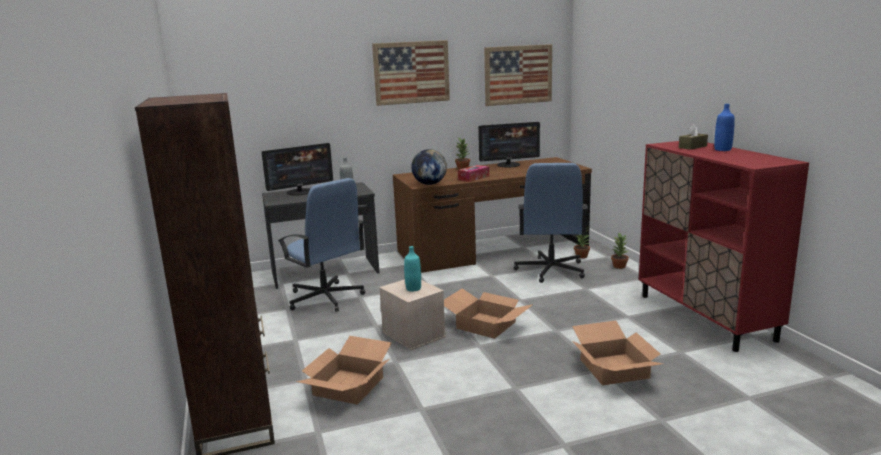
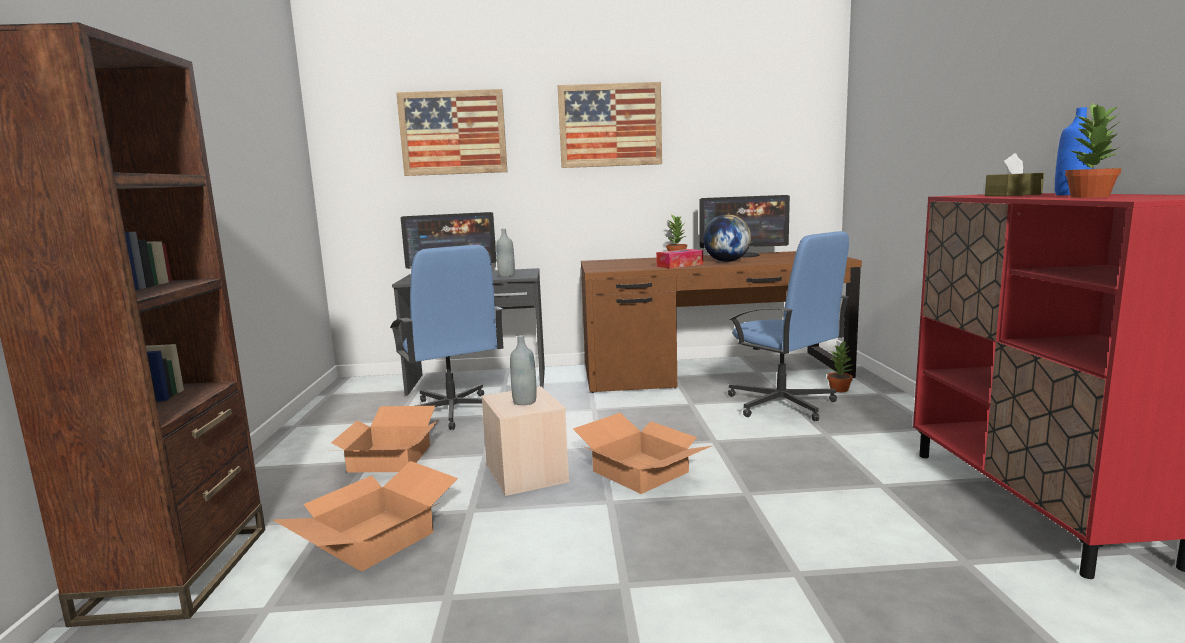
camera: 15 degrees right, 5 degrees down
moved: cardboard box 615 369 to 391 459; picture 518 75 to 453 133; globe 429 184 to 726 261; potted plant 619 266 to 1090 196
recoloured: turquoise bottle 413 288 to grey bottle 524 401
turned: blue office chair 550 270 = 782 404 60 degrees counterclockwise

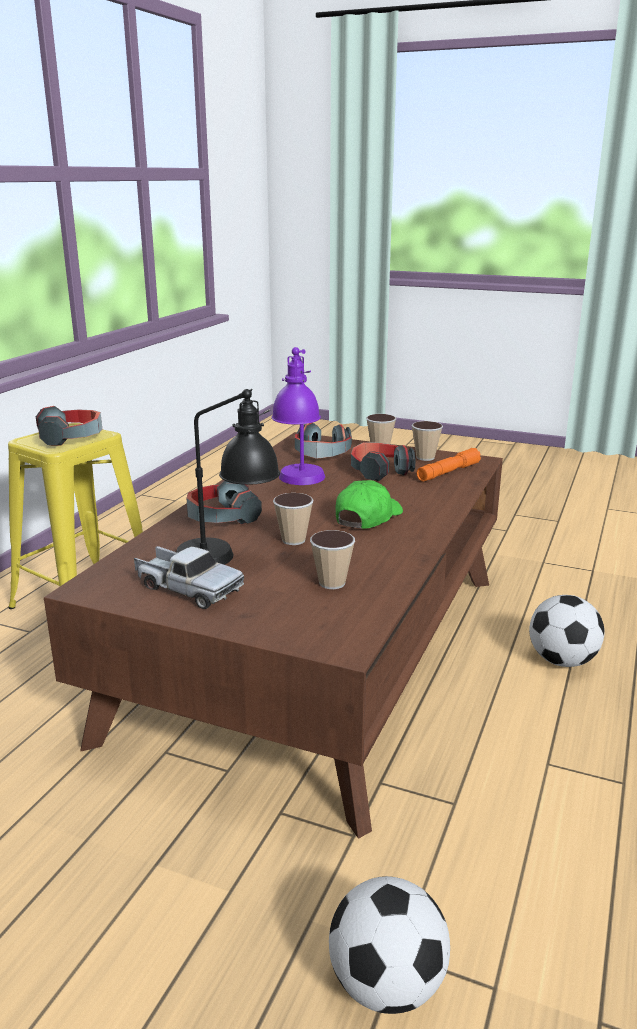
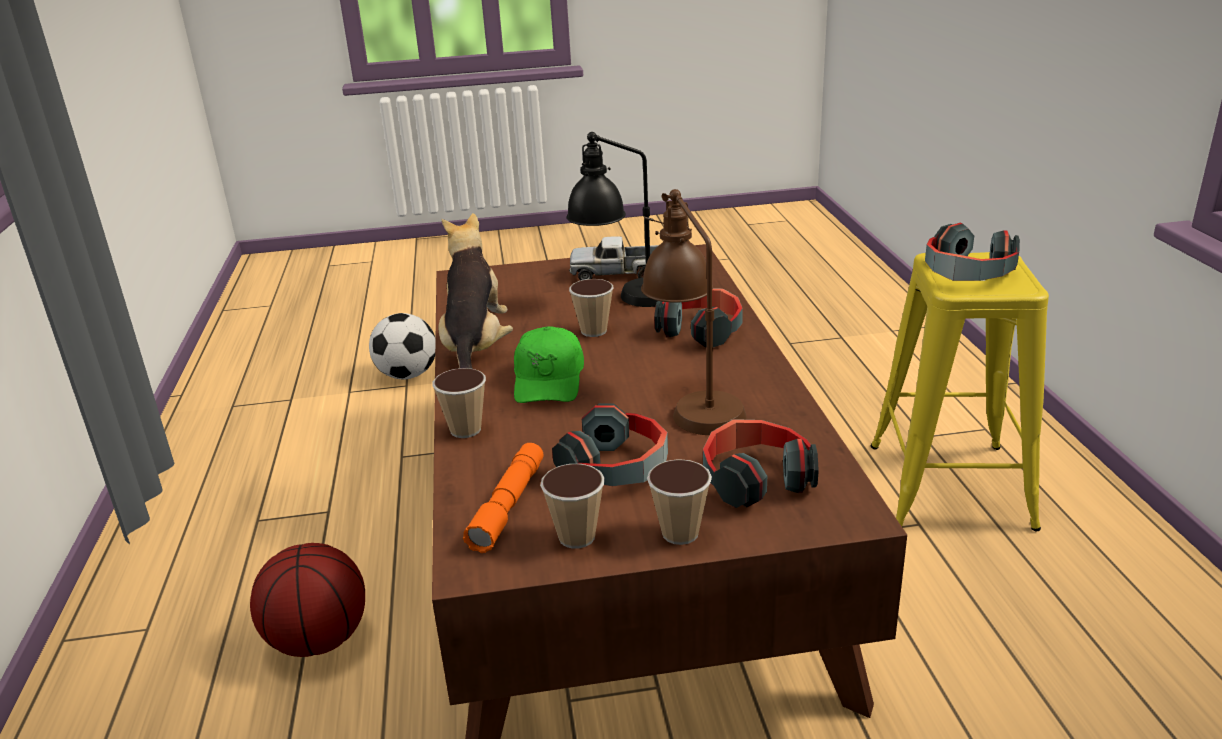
camera: 150 degrees right, 5 degrees up
added: plush toy 476 348
moved: cup 332 583 to 465 430
replaced: football 562 660 to basketball 318 641
recoloured: purple table lamp 300 484 to brown table lamp 692 402

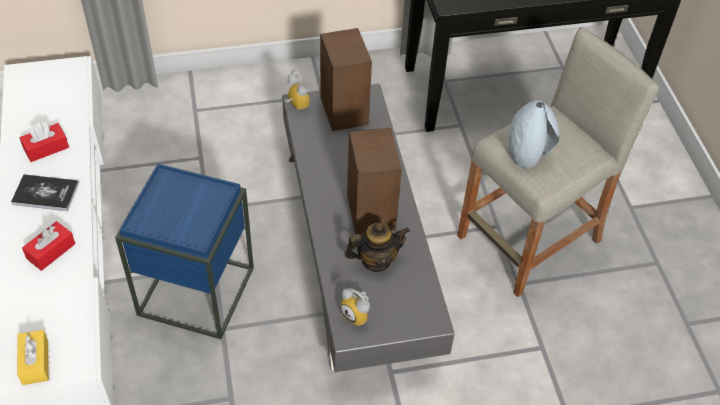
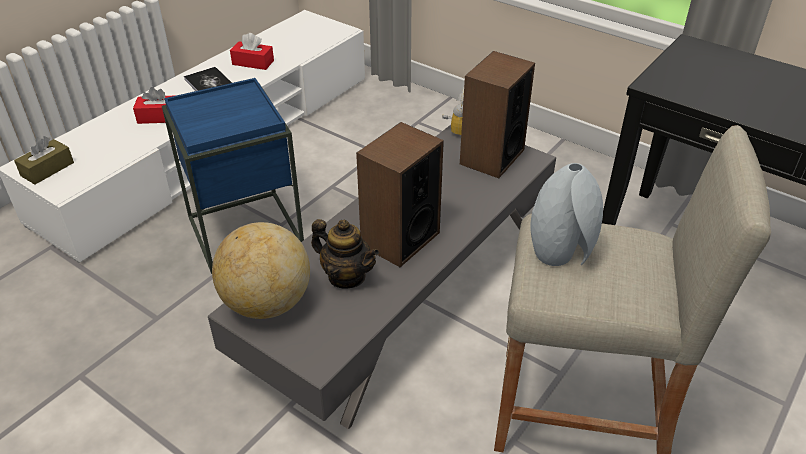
camera: 50 degrees right, 10 degrees down
replaced: alarm clock 357 315 to globe 267 304
recoloured: yellow tissue box 35 362 to brown tissue box 47 169

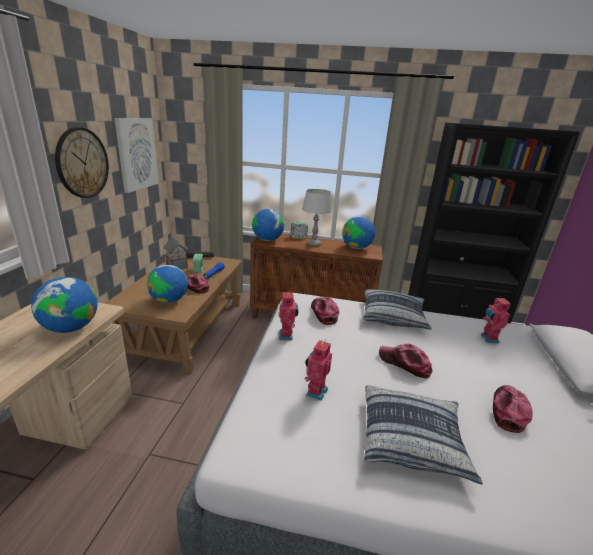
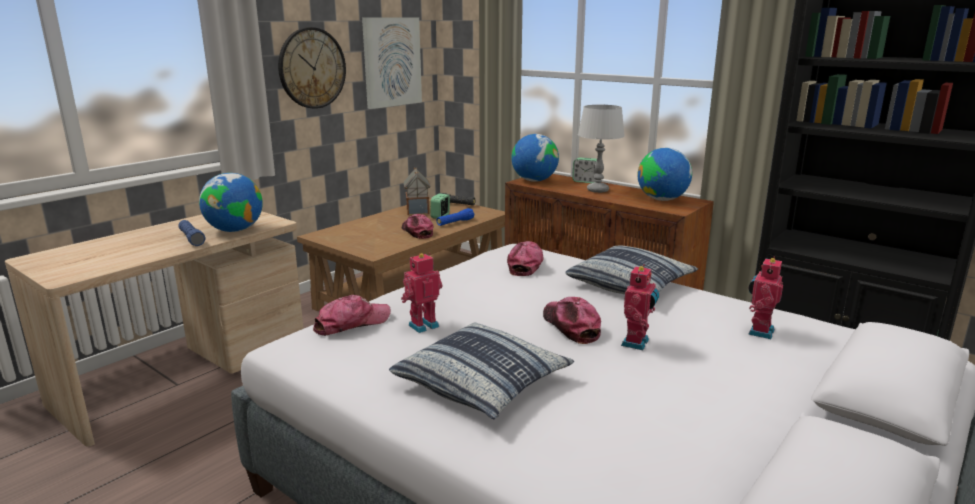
camera: 30 degrees right, 5 degrees down
removed: globe 169 300
added: blue flashlight 191 239
moved: cap 508 410 to 352 323; toy robot 287 335 to 637 343

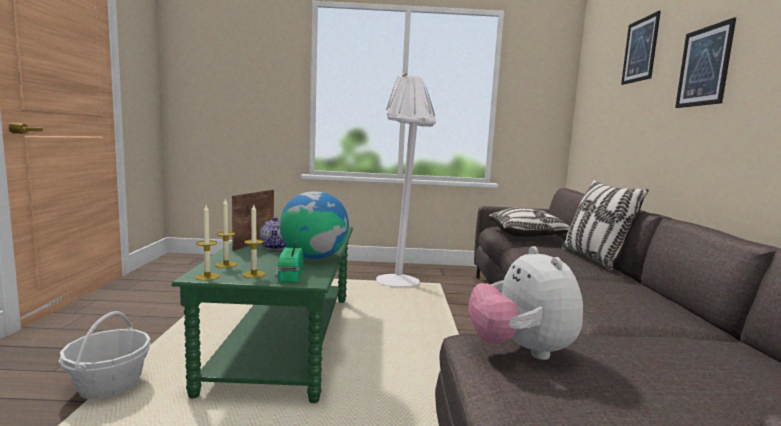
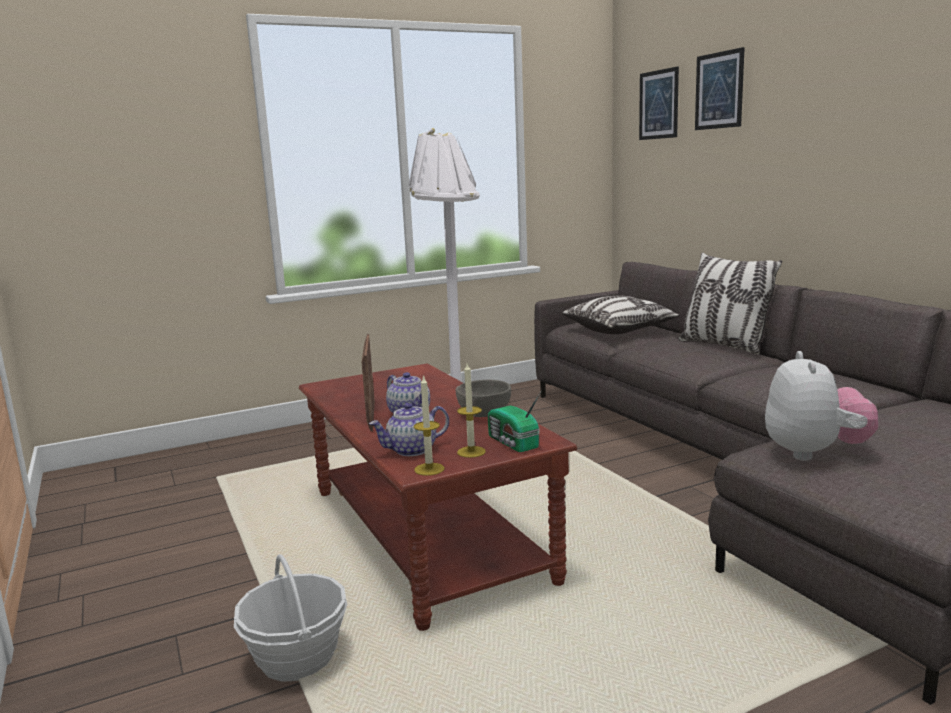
camera: 25 degrees left, 5 degrees up
moved: picture 704 66 to 658 104
replaced: candle 226 265 to teapot 411 450; globe 314 257 to grey bowl 483 414
recoloured: green coffee table 284 339 to brown coffee table 426 534
turned: plush toy 520 351 = 814 453 135 degrees counterclockwise

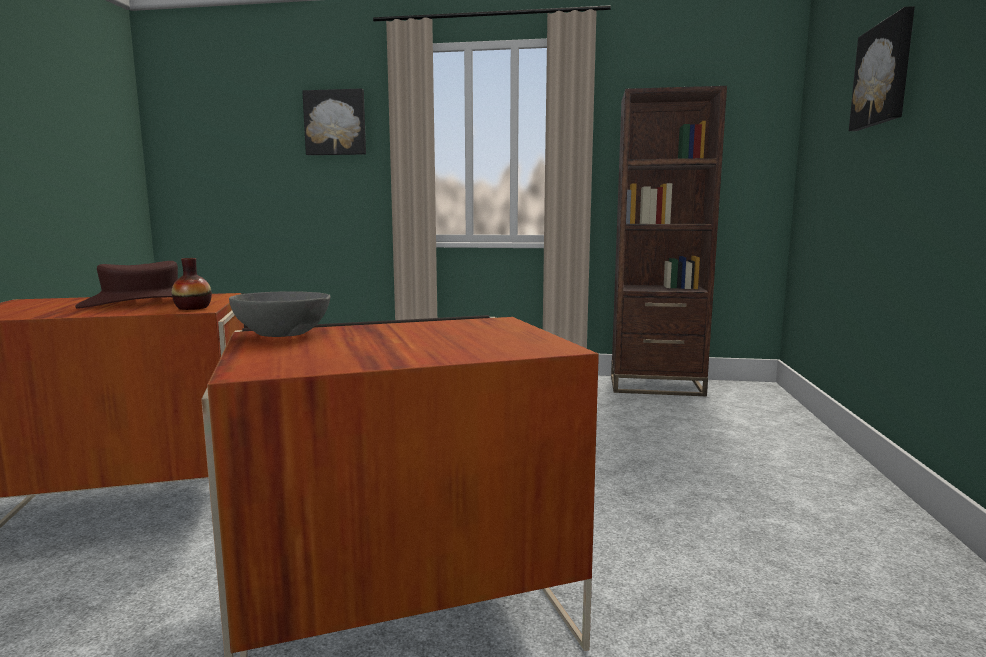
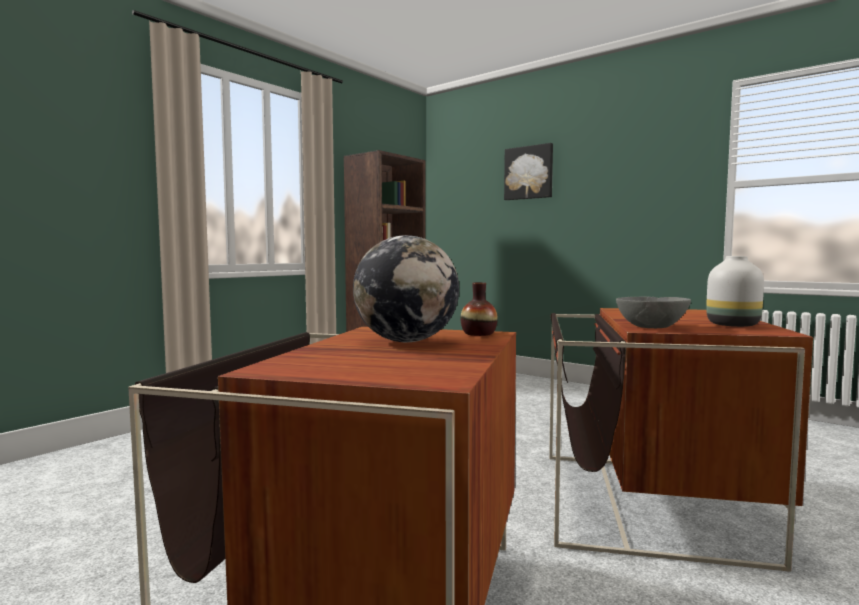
camera: 60 degrees left, 5 degrees down
removed: picture 335 123
added: white vase 732 325
replaced: brown hat 142 303 to globe 406 341

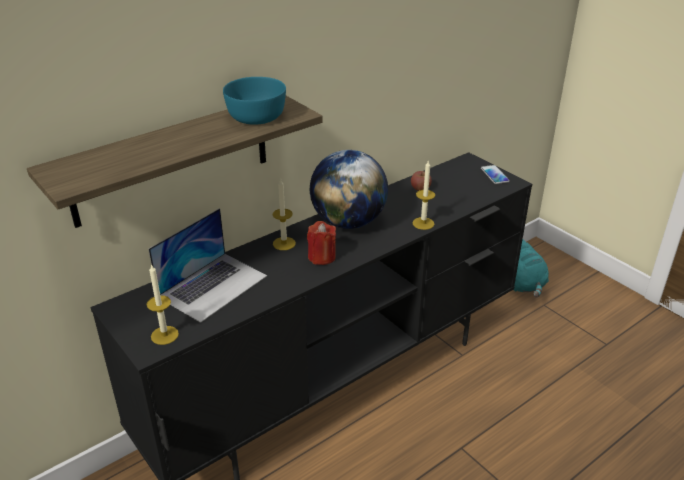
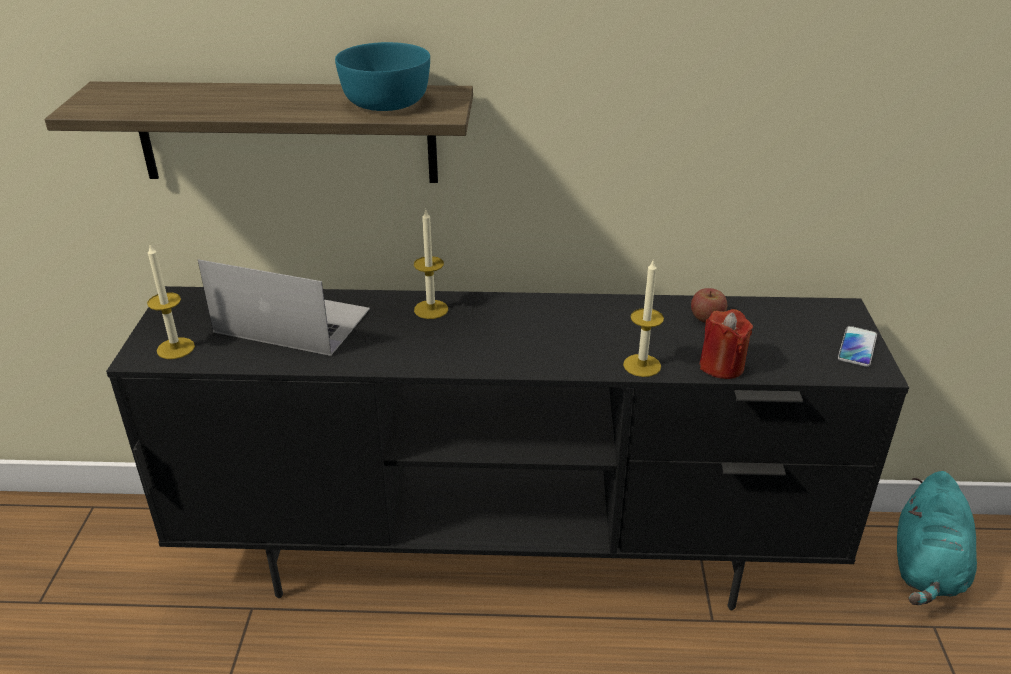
camera: 40 degrees right, 0 degrees up
removed: globe 348 222
moved: red candle 321 257 to 721 366
turned: laptop 213 286 = 292 320 150 degrees counterclockwise

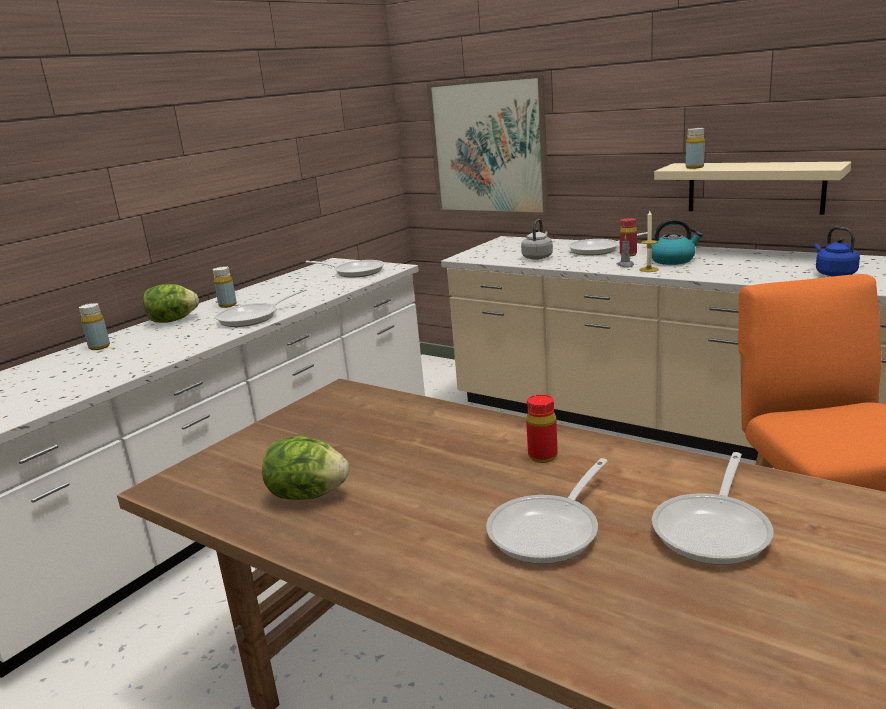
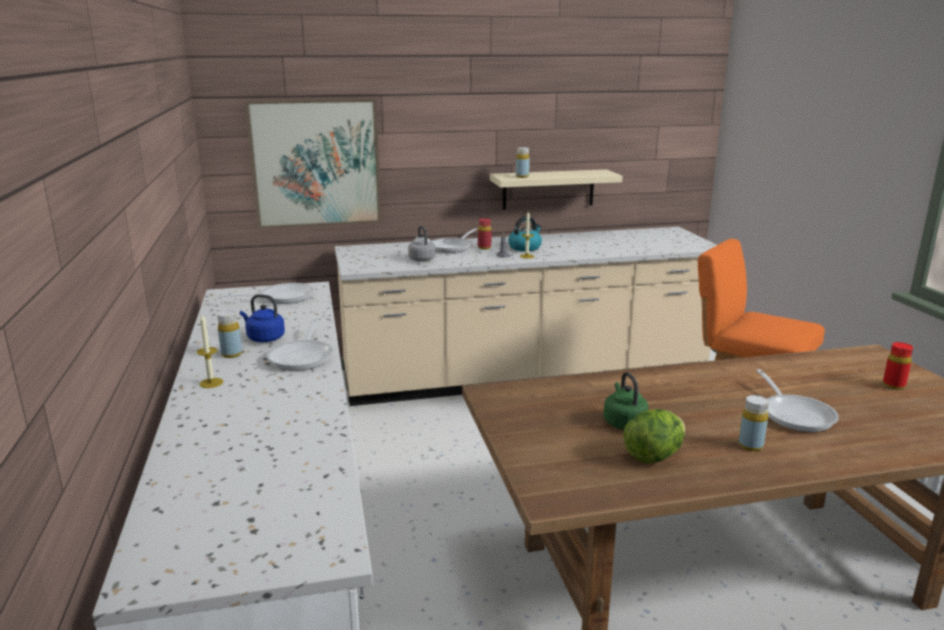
camera: 50 degrees left, 0 degrees up
removed: frying pan 714 529
added: green kettle 623 422
moved: blue kettle 834 274 to 264 338; yellow bottle 99 347 to 750 445; red bottle 542 456 to 893 385
replaced: lettuce 173 321 to candle 211 383

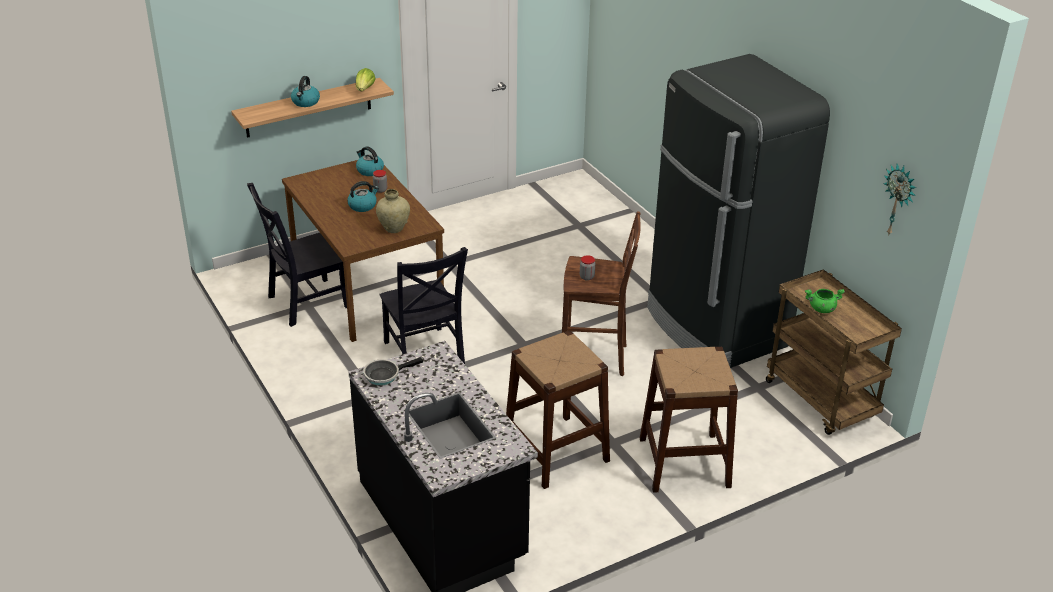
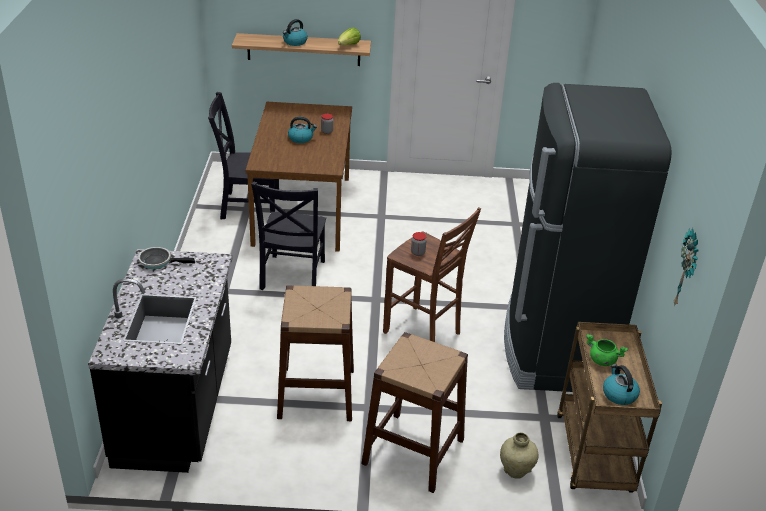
camera: 30 degrees right, 0 degrees up
moved: beige vase 394 228 to 516 471; kettle 369 170 to 619 394

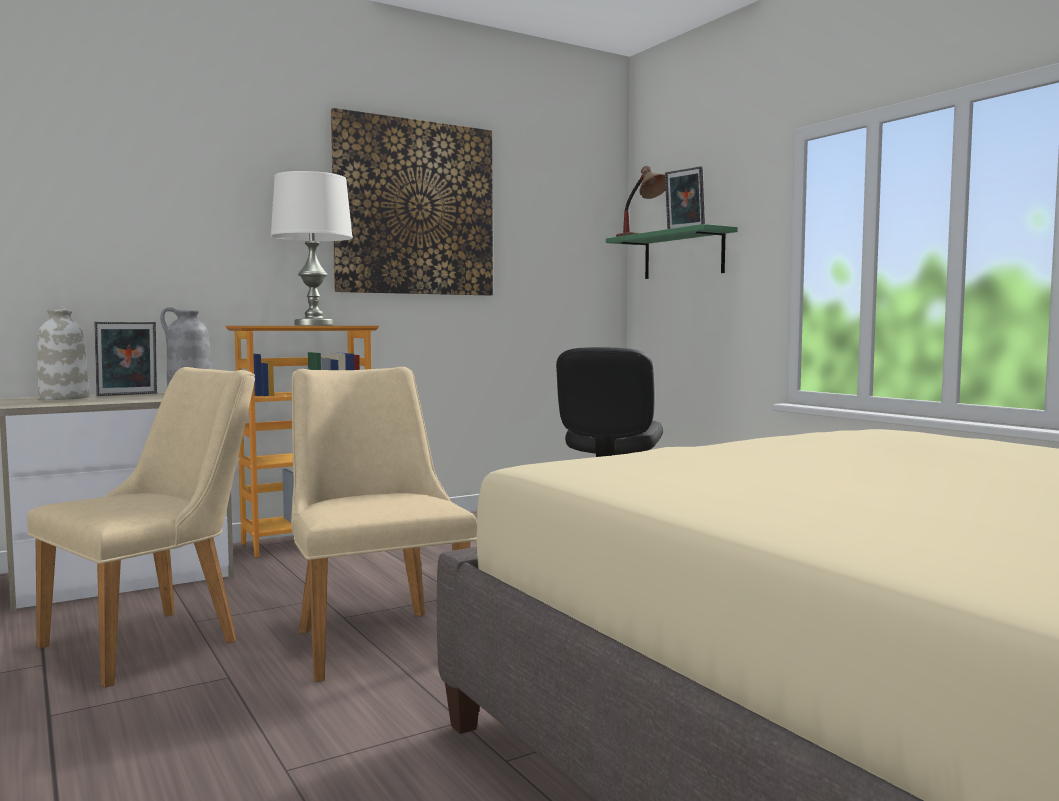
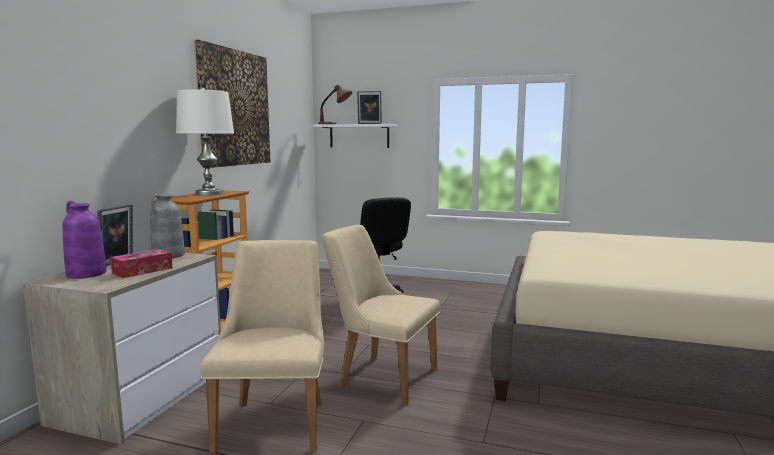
camera: 40 degrees left, 5 degrees up
added: tissue box 142 270
recoloured: white vase 63 398 to purple vase 85 274; green shelf 683 255 to white shelf 359 136

